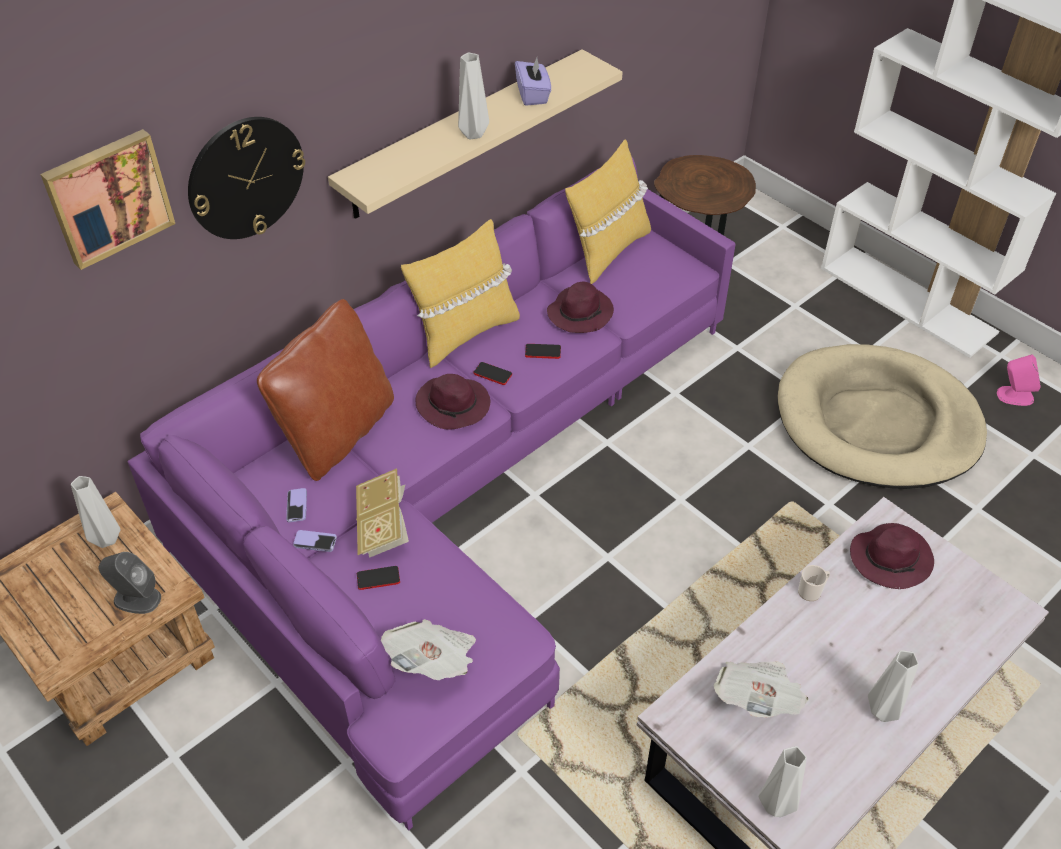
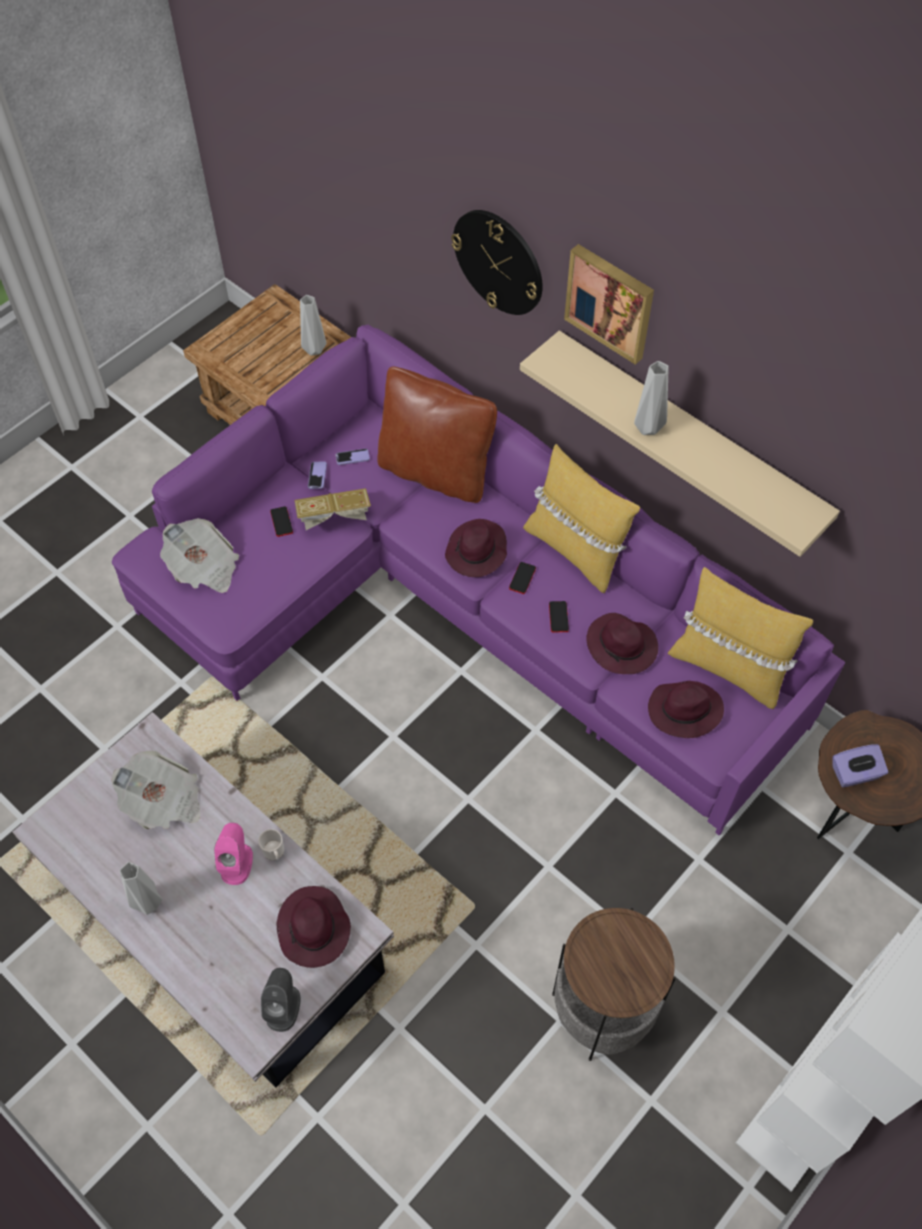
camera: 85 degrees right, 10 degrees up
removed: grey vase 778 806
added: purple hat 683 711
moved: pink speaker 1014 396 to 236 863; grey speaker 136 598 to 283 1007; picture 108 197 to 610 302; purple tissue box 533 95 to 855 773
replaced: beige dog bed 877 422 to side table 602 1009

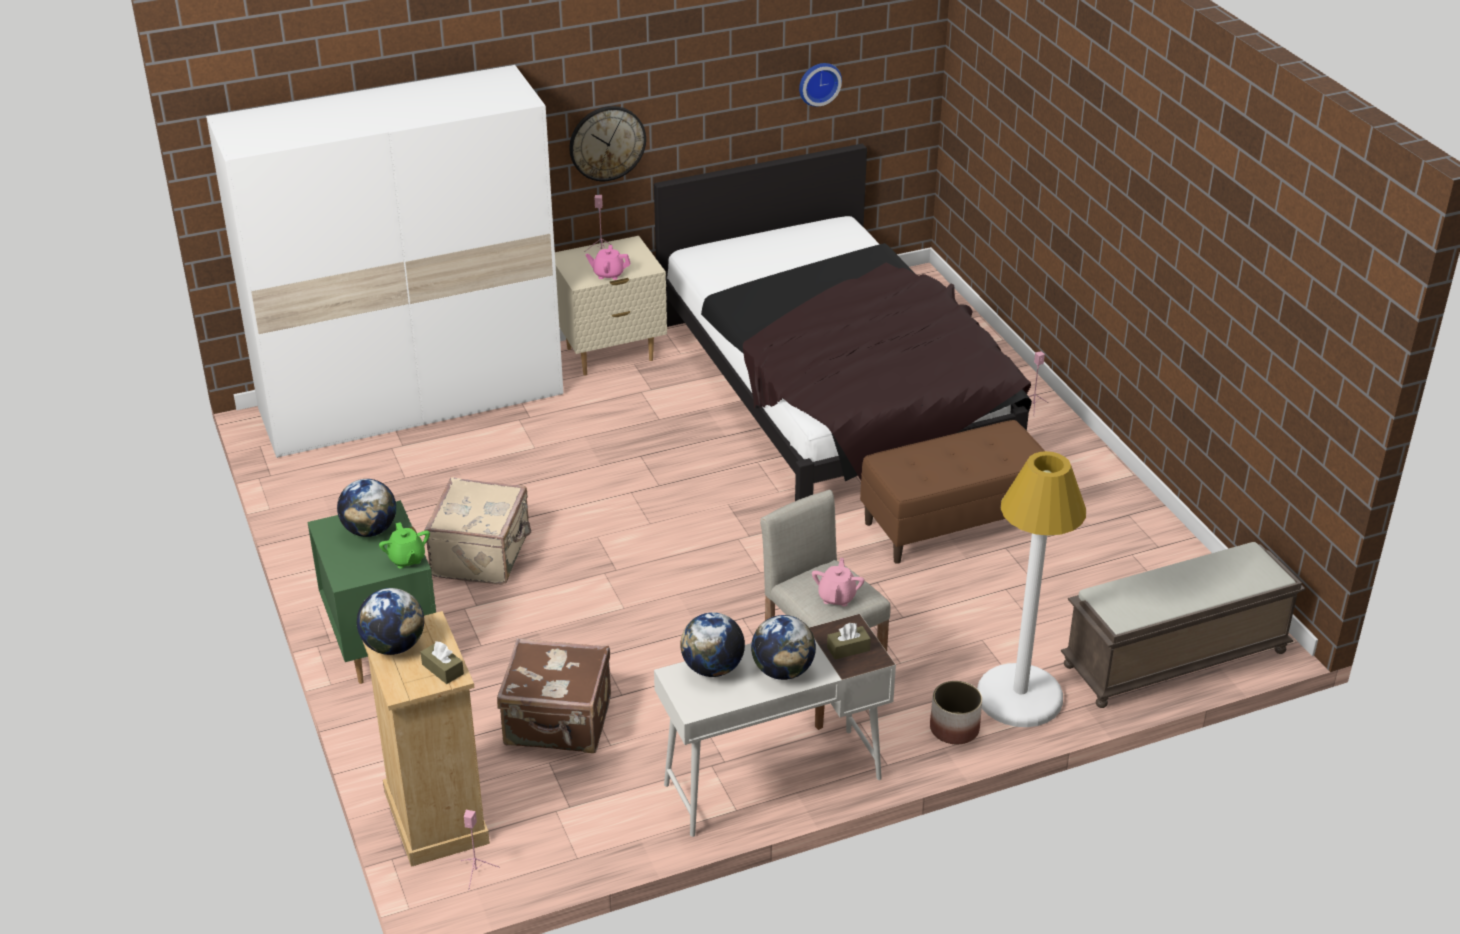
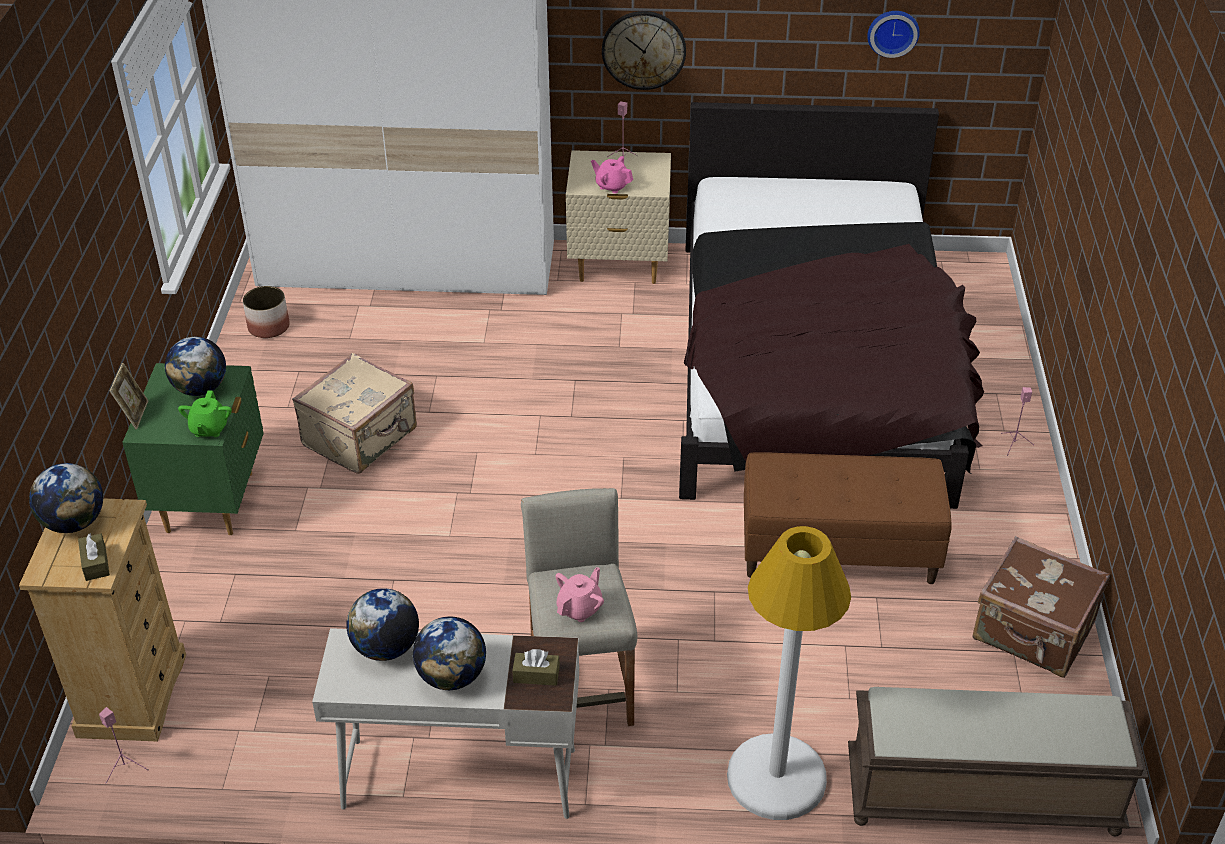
camera: 25 degrees right, 5 degrees up
added: picture frame 134 414
moved: planter 954 728 to 269 326; brown suitcase 558 723 to 1033 633

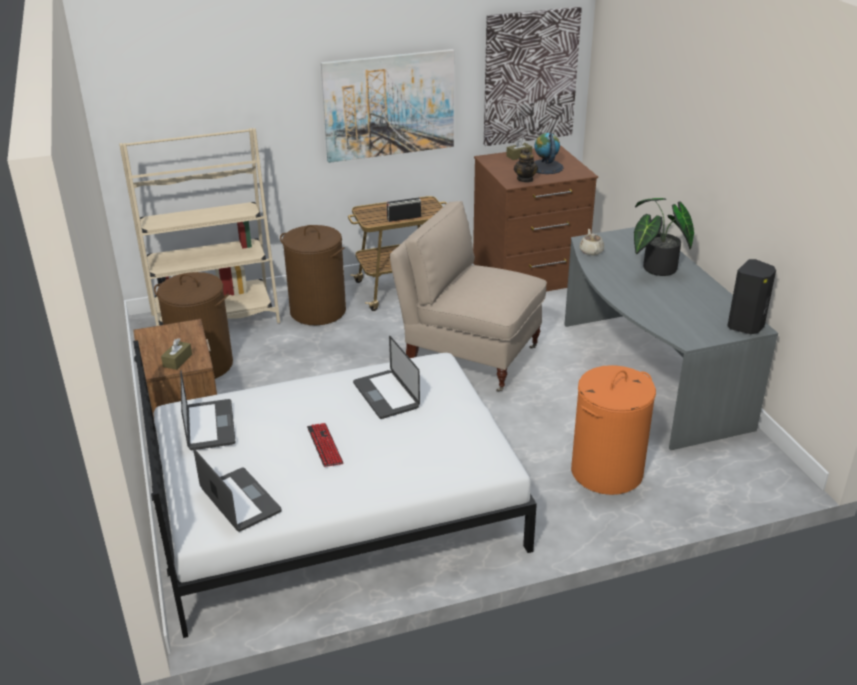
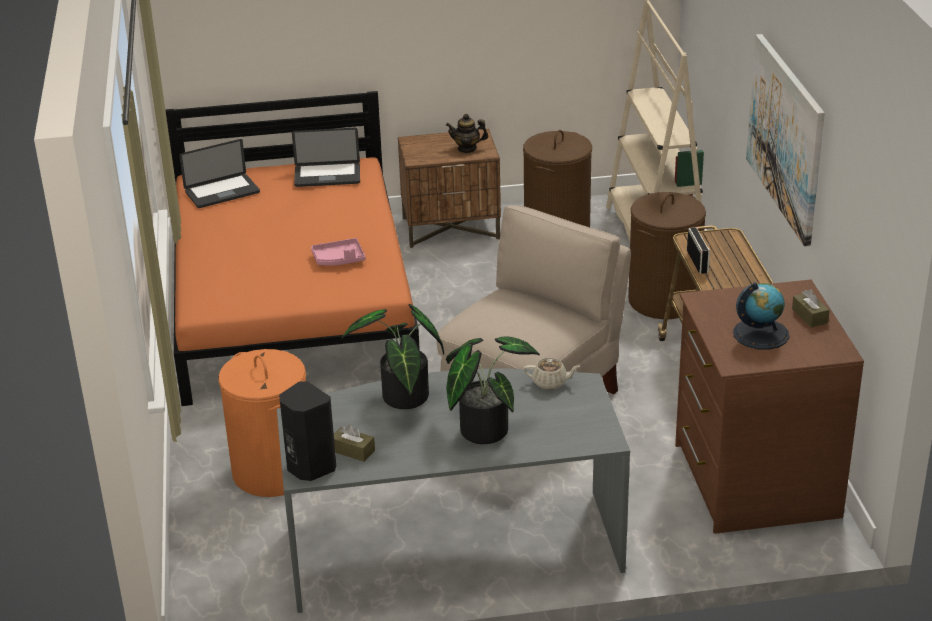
camera: 100 degrees right, 0 degrees up
removed: keyboard 324 446; picture 530 77
added: potted plant 403 400
moved: brown tissue box 177 360 to 353 451; teapot 525 179 to 467 148
replaced: laptop 386 395 to pink tray 339 259
recoloured: white bed 336 509 to orange bed 293 304

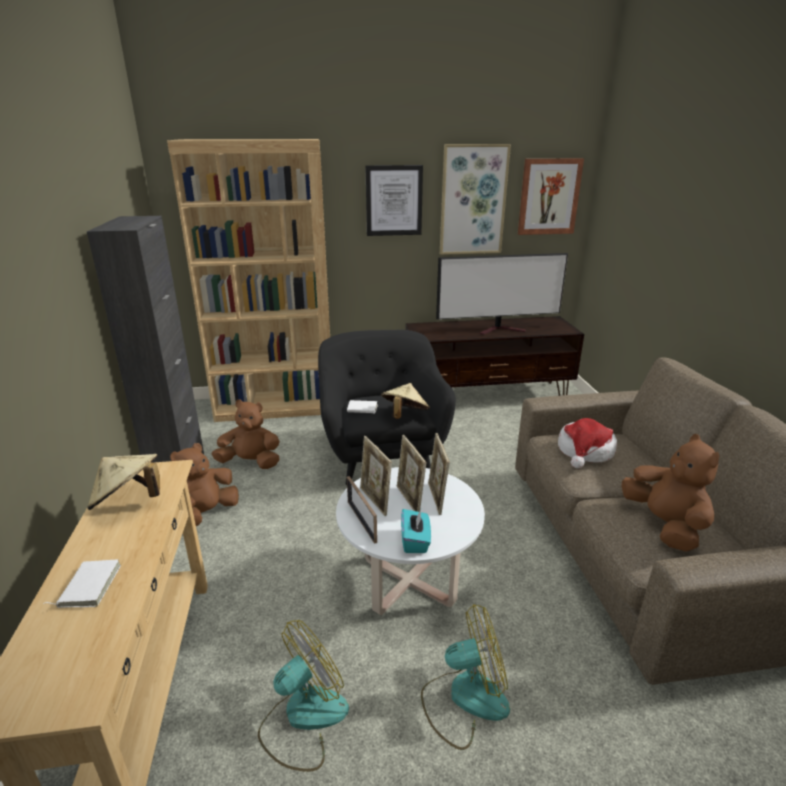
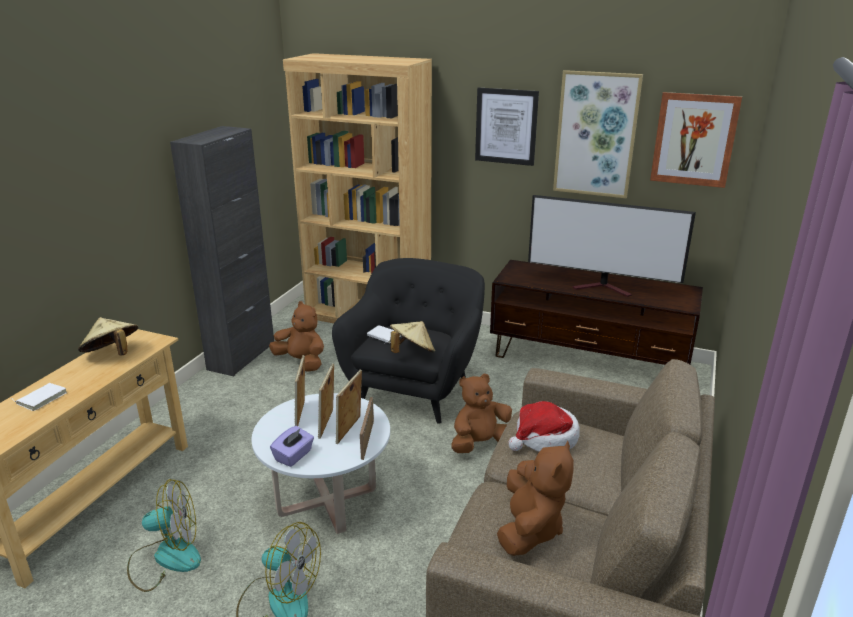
camera: 30 degrees right, 0 degrees up
moved: picture frame 361 521 to 367 439; brown plush toy 207 513 to 480 444
recoloured: turquoise tissue box 415 541 to purple tissue box 294 456

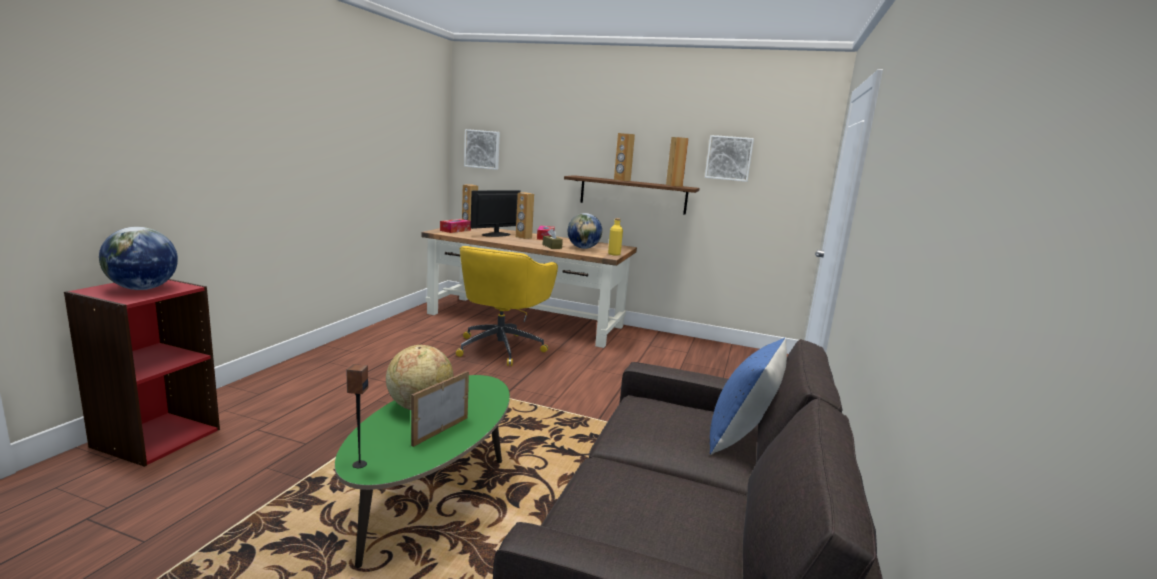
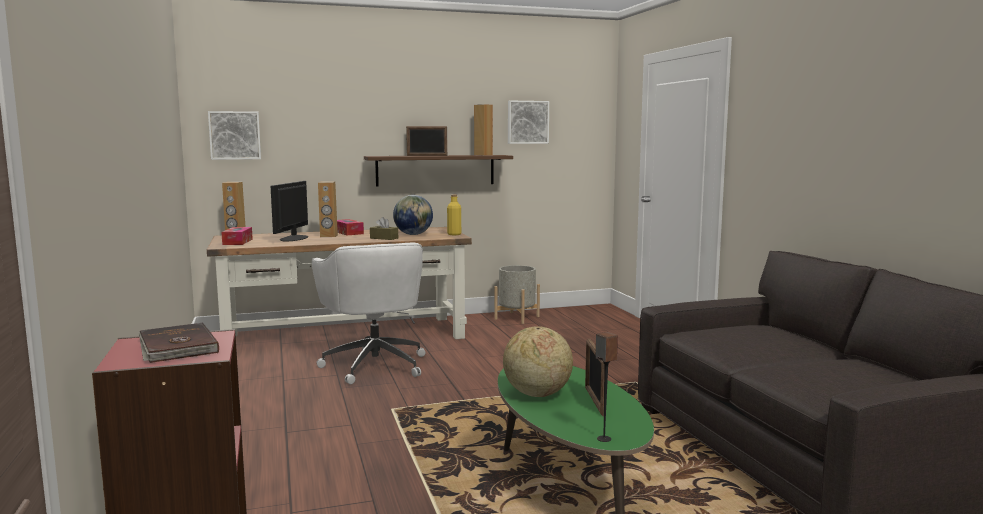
camera: 35 degrees left, 5 degrees down
removed: blue pillow 741 438
added: grey planter 517 318
replaced: globe 142 288 to brown book 176 347; brown speaker 622 180 to picture frame 427 155
recoloured: yellow office chair 501 347 to white office chair 374 364

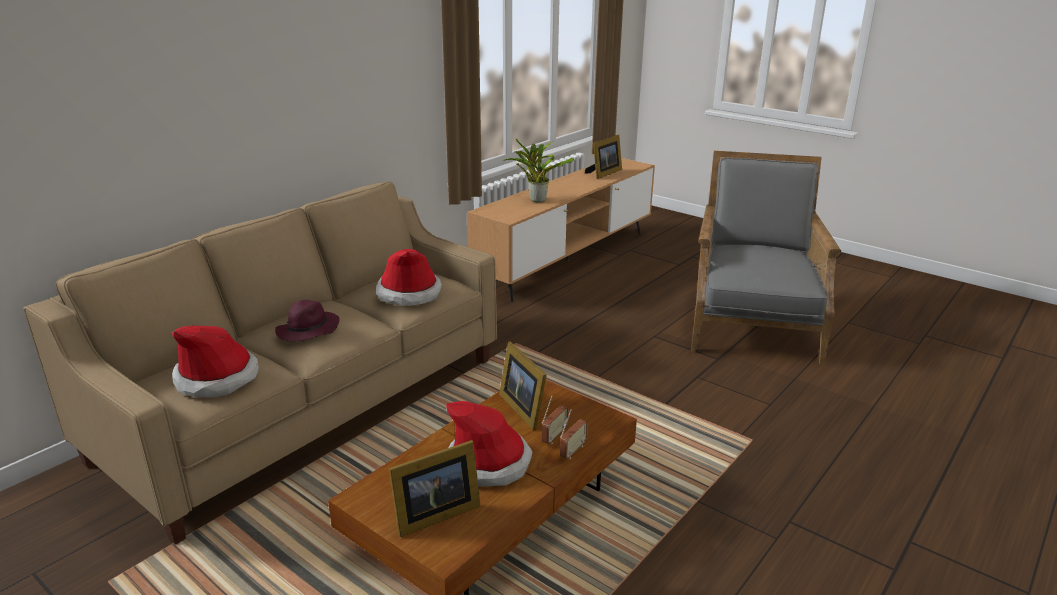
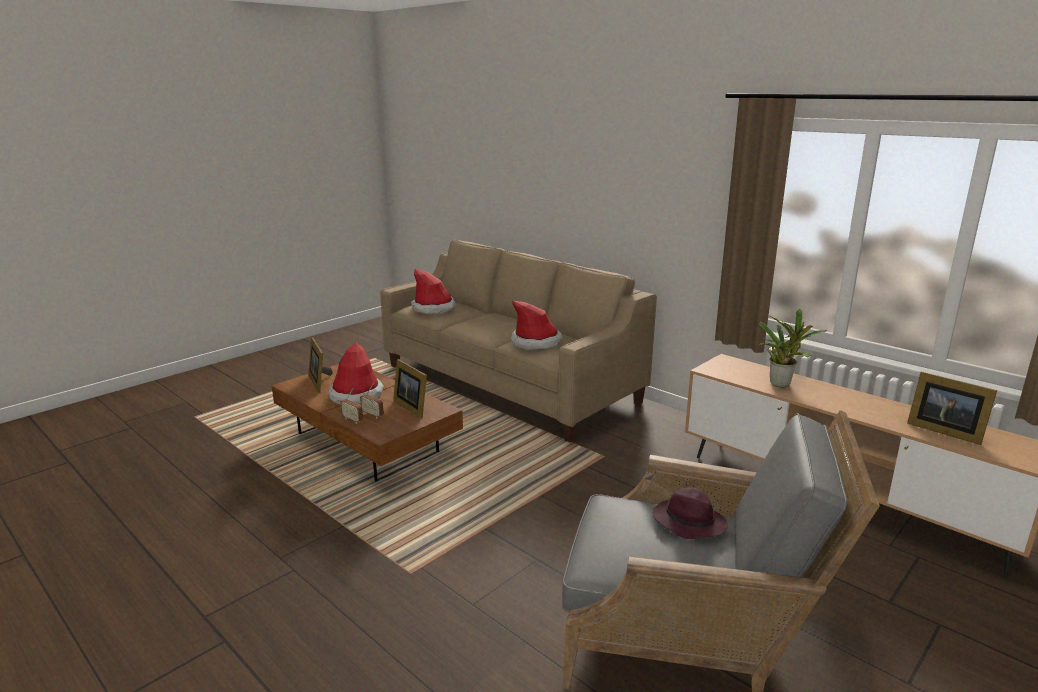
camera: 95 degrees right, 5 degrees down
moved: purple hat 307 331 to 687 522
turned: picture frame 524 408 = 412 406 105 degrees counterclockwise

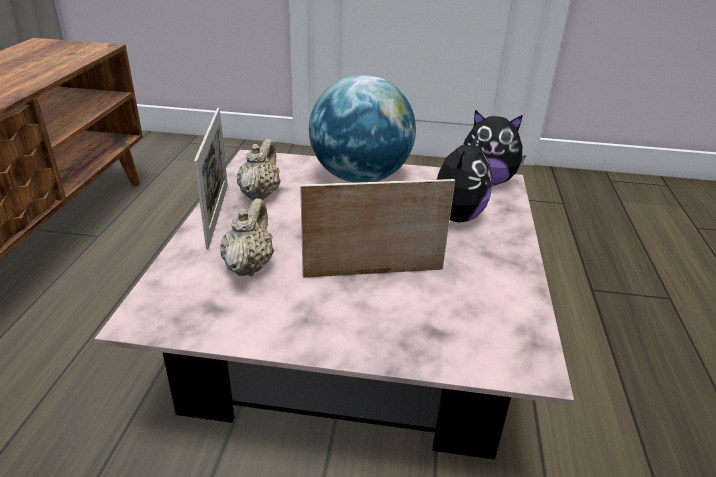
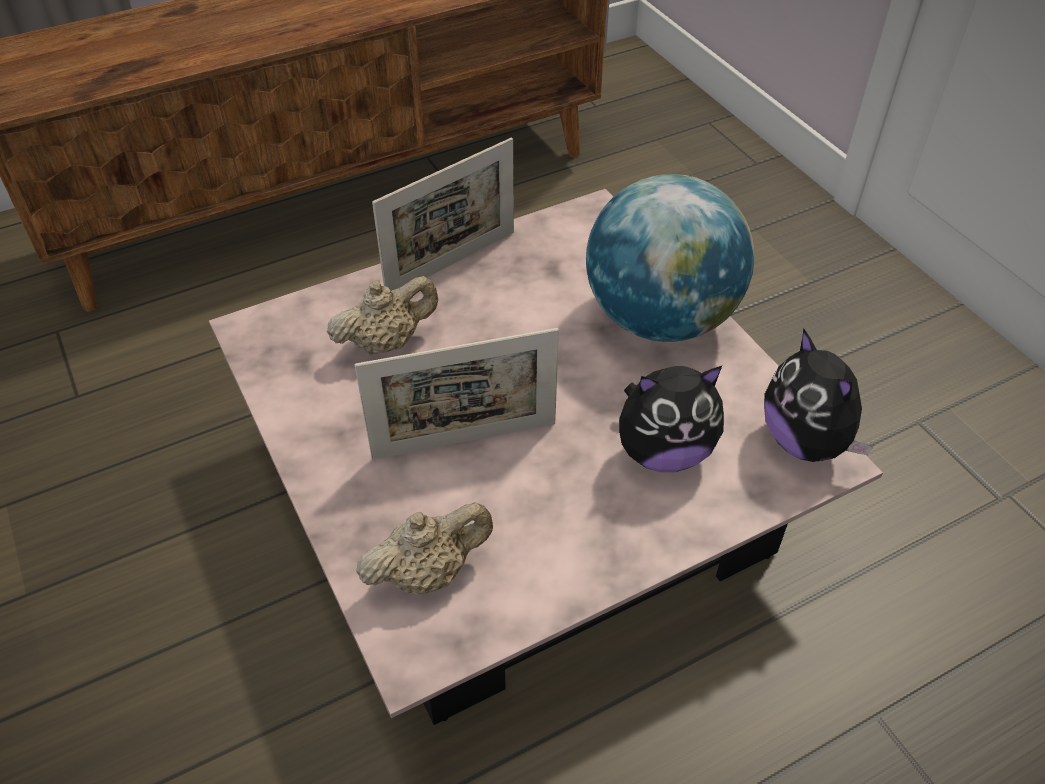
camera: 55 degrees right, 15 degrees up
moved: beige teapot 260 194 to 428 572
turned: picture frame 373 273 = 464 440 120 degrees clockwise

